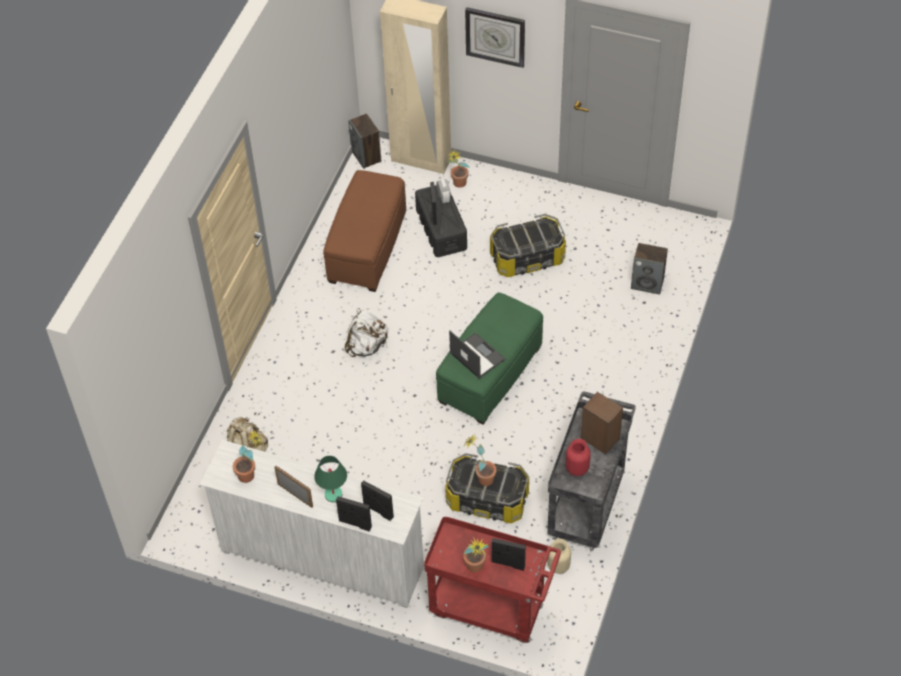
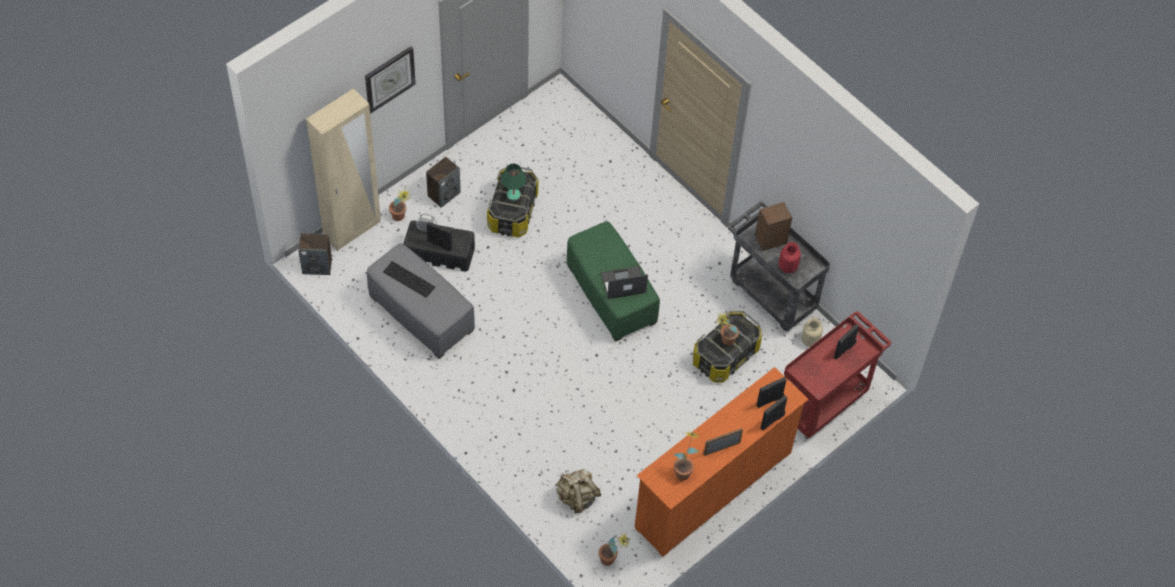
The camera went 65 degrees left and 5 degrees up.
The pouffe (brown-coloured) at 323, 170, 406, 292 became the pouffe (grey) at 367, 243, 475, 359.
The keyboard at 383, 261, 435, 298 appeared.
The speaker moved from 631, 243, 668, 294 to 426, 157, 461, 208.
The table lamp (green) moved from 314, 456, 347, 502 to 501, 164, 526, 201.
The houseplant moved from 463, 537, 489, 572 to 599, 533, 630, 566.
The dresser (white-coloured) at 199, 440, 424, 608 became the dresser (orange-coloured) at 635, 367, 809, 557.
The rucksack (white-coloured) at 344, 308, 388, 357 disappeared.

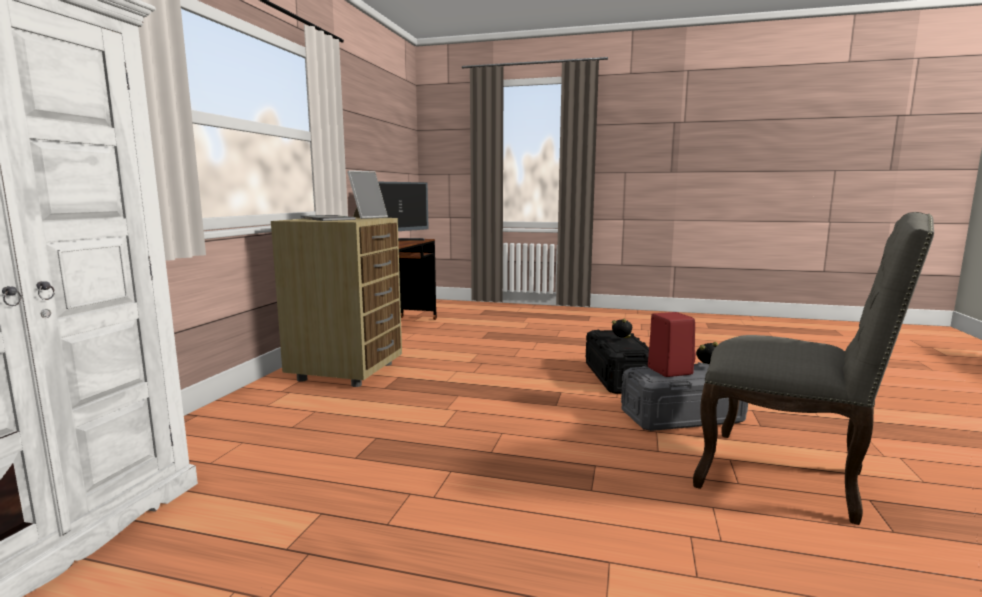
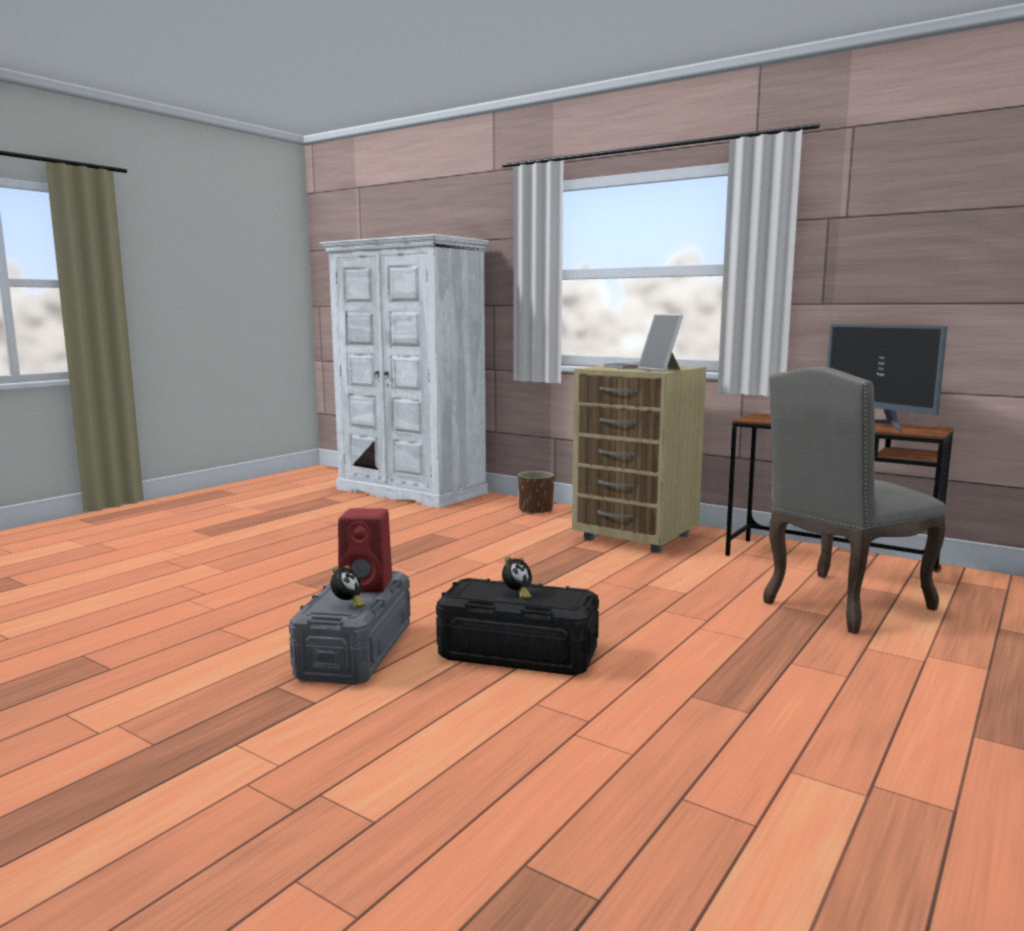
The camera went 110 degrees right and 0 degrees up.
The flower pot (brown-coloured) at 518, 471, 554, 515 appeared.
The plain chair (grey) moved from 693, 212, 934, 525 to 763, 366, 946, 634.

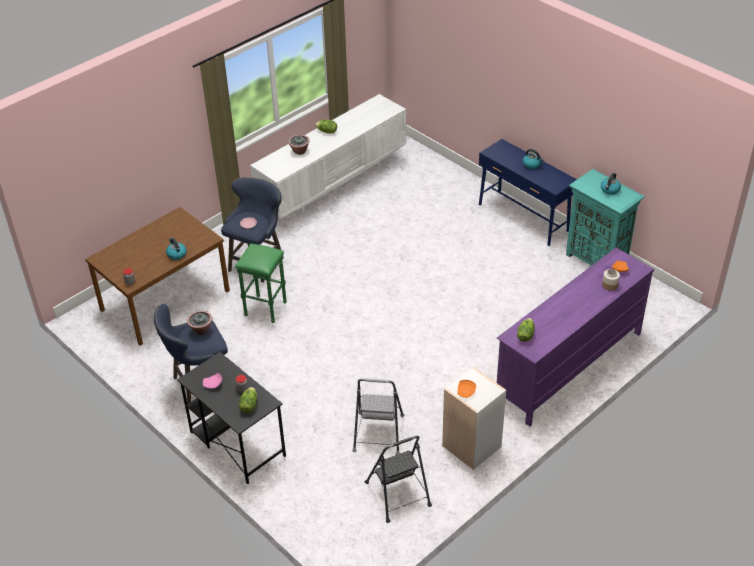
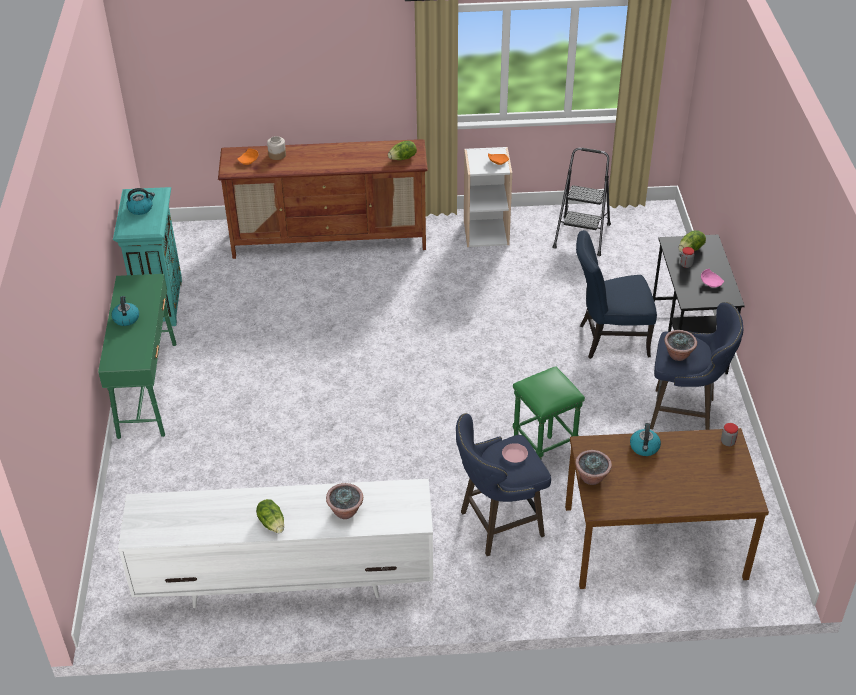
The camera went 140 degrees left and 0 degrees up.
The console table (blue) at 479, 139, 577, 246 became the console table (green) at 98, 274, 177, 439.
The dresser (purplish) at 497, 248, 654, 426 became the dresser (brown-coloured) at 218, 139, 428, 259.
The houseplant at 575, 450, 612, 485 appeared.
The plain chair (blue) at 576, 230, 657, 359 appeared.
The step ladder (grey) at 352, 379, 404, 455 disappeared.

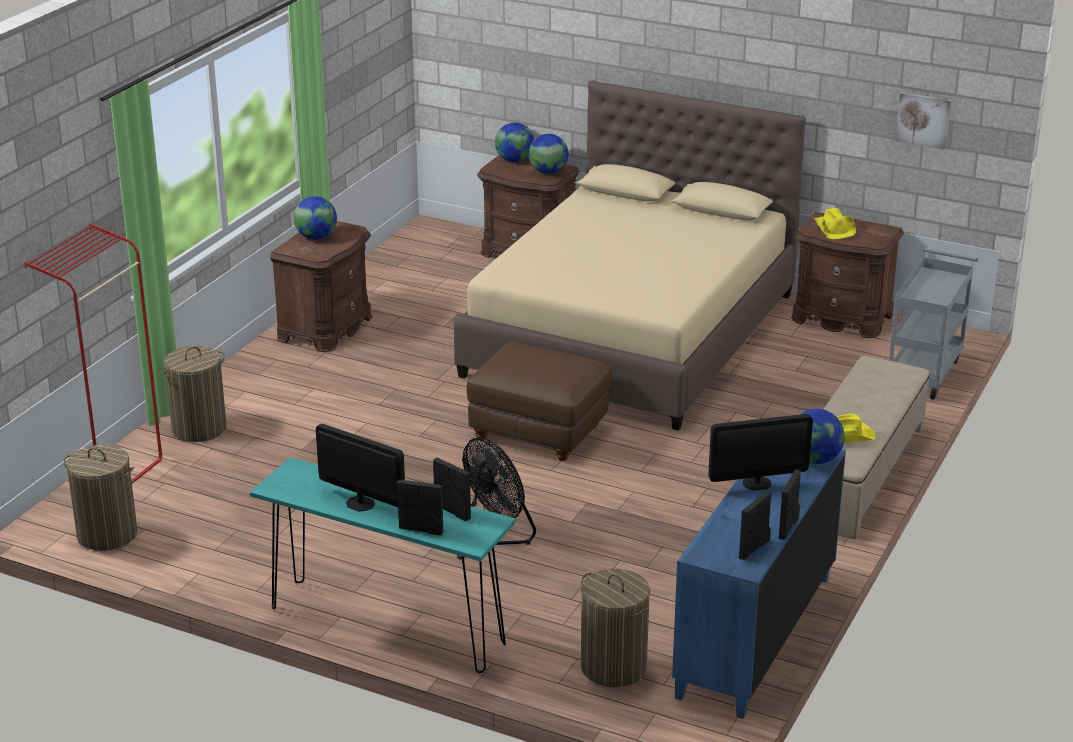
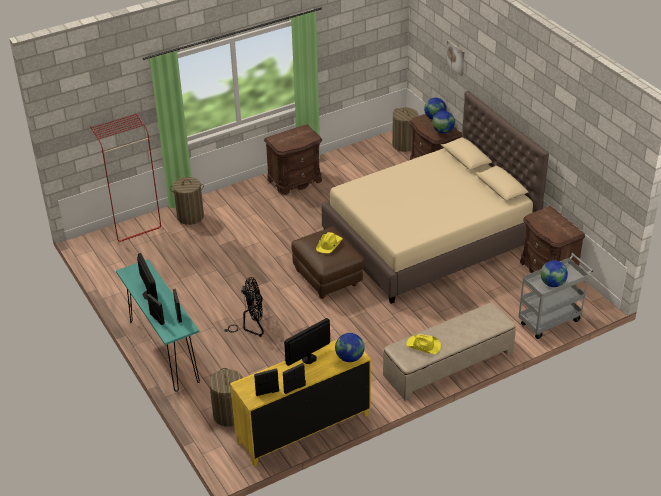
The camera went 35 degrees right and 10 degrees up.
The dresser (blue) at 672, 449, 846, 719 became the dresser (yellow) at 230, 340, 371, 466.
The computer display at 709, 414, 813, 491 turned 120 degrees clockwise.
The wearable hat (yellow) moved from 814, 208, 856, 239 to 316, 232, 342, 253.
The laundry basket moved from 63, 445, 137, 551 to 392, 107, 418, 152.
The wall art moved from 895, 92, 951, 149 to 446, 40, 465, 76.
The desk globe moved from 294, 196, 337, 240 to 540, 260, 568, 287.

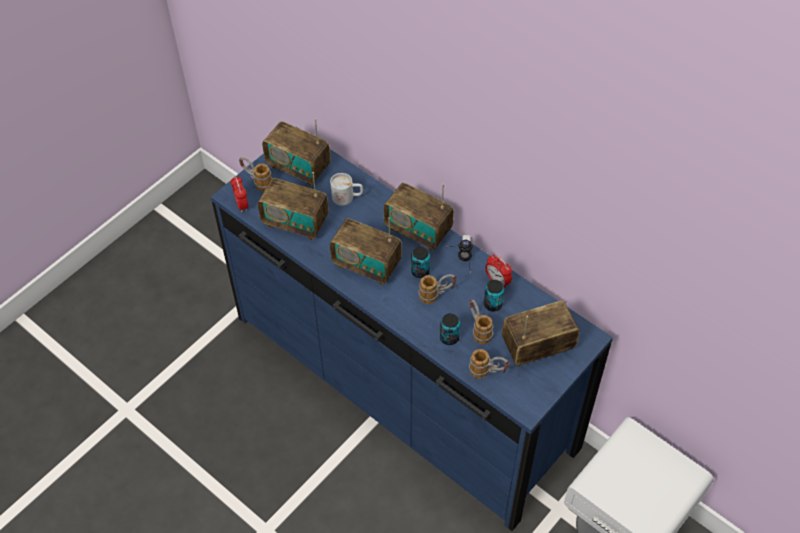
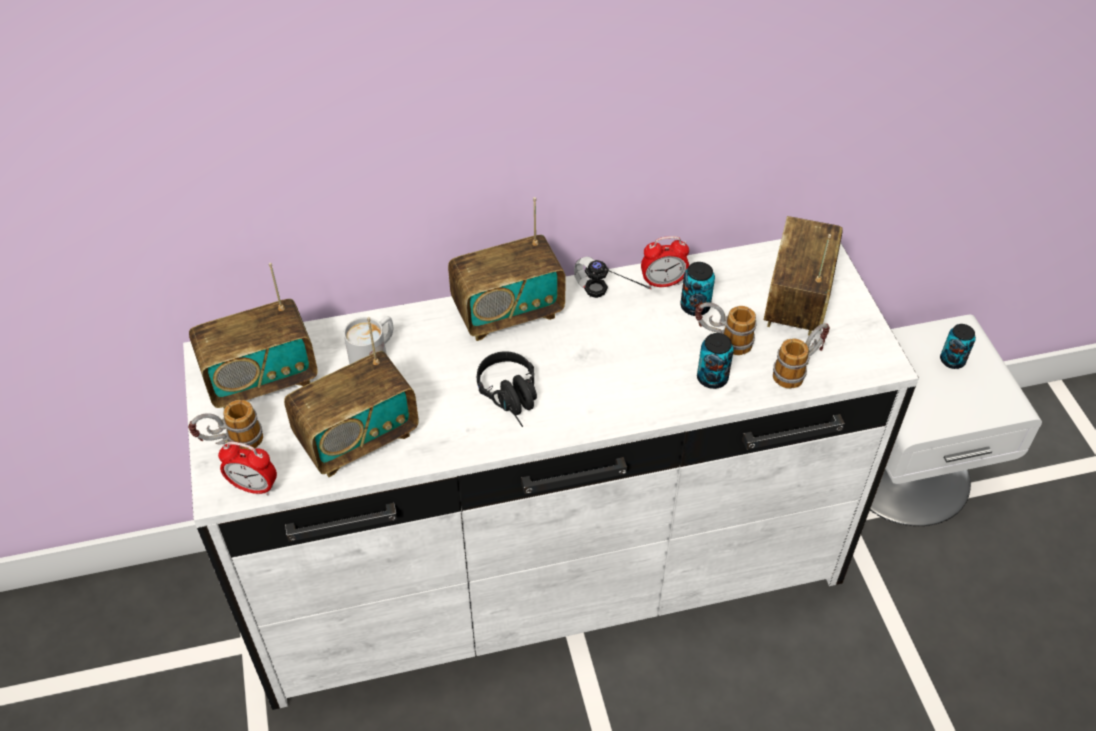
The camera went 55 degrees left and 5 degrees down.
The dresser (blue) at 211, 127, 613, 531 became the dresser (white-coloured) at 183, 239, 919, 710.
The radio receiver at 330, 217, 402, 285 was replaced by the headphones (black) at 477, 351, 537, 427.
The sealed can moved from 411, 247, 430, 278 to 940, 324, 976, 369.
The tea mug at 419, 274, 456, 304 disappeared.

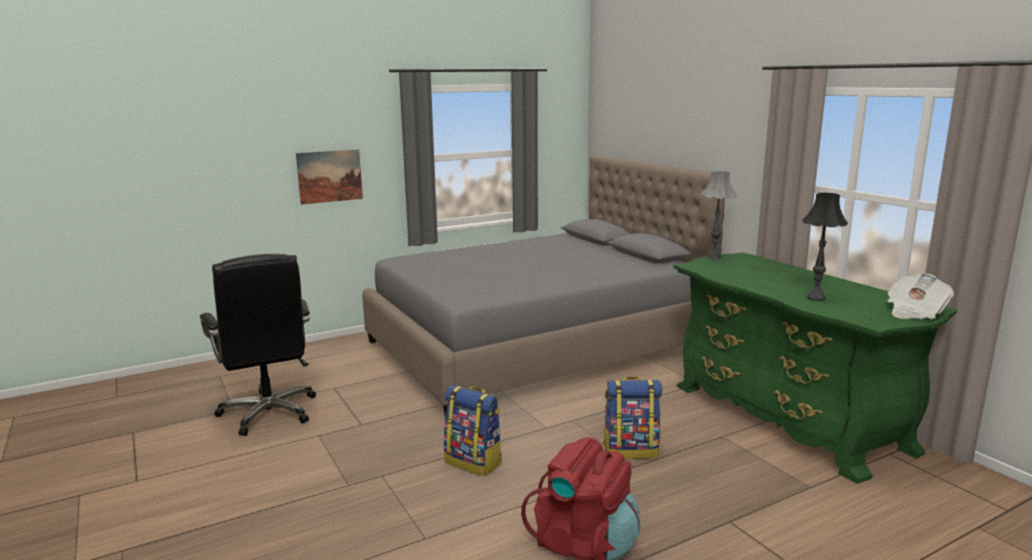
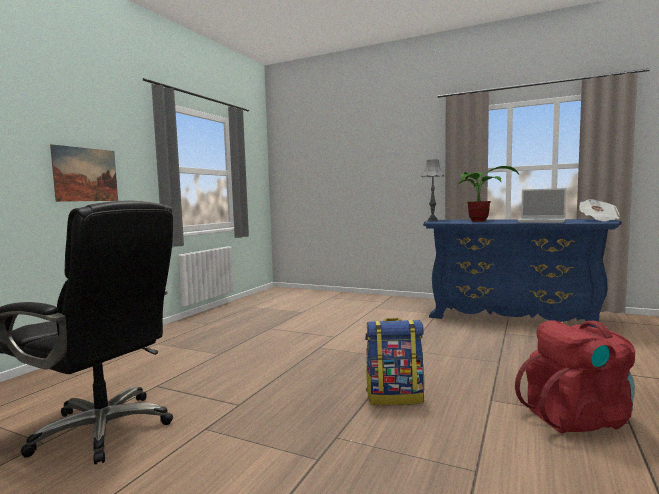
The camera went 35 degrees left and 10 degrees down.
The dresser (green) at 673, 252, 957, 484 became the dresser (blue) at 423, 219, 622, 328.
The houseplant at 457, 166, 519, 222 appeared.
The table lamp (black) at 802, 193, 848, 301 was replaced by the notebook computer at 518, 188, 566, 223.
The bedroom bed (grey) at 363, 155, 725, 416 disappeared.
The rucksack at 603, 377, 662, 459 disappeared.

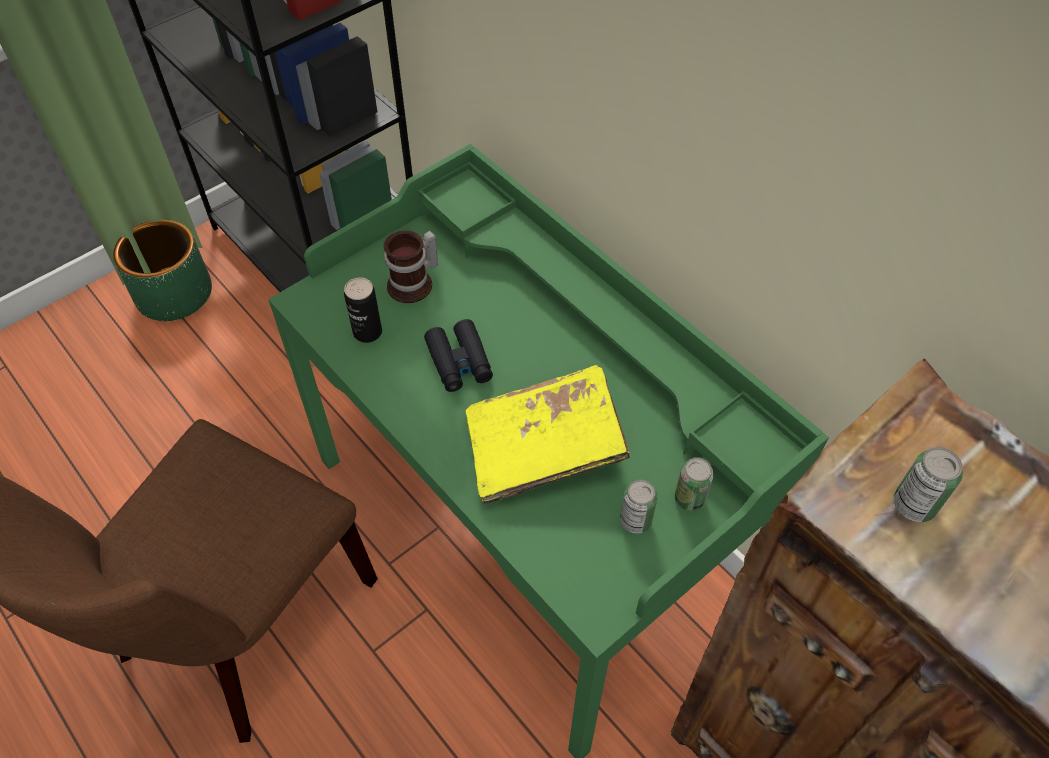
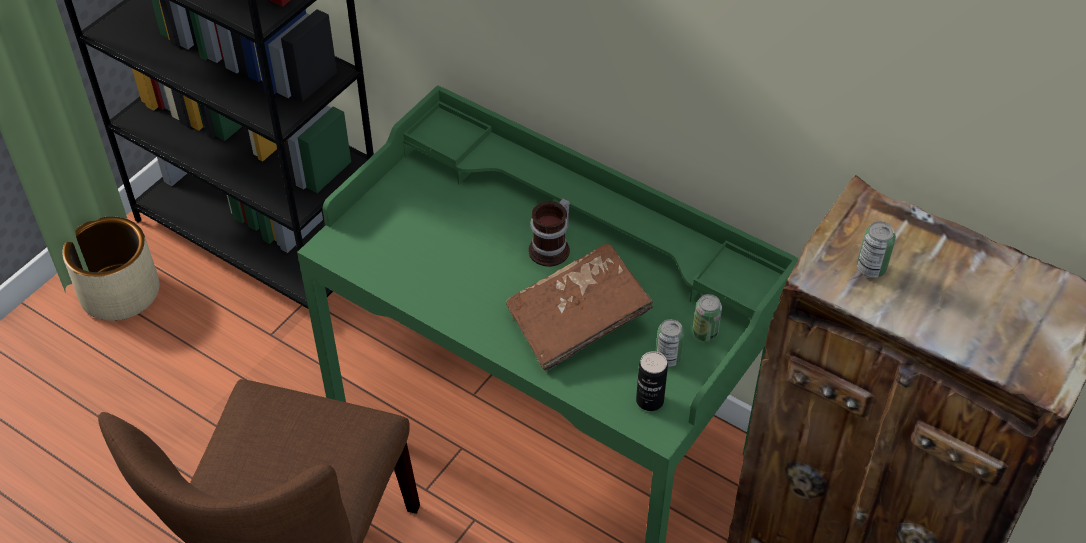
The camera went 15 degrees left and 5 degrees down.
The flower pot (green) at 113, 219, 212, 321 became the flower pot (sand-coloured) at 62, 216, 159, 321.
The volume (yellow) at 466, 365, 630, 505 became the volume (brown-coloured) at 506, 244, 654, 372.
The tea mug moved from 384, 230, 438, 303 to 528, 198, 570, 267.
The sealed can moved from 344, 277, 382, 343 to 636, 351, 668, 411.
The pair of binoculars (black) at 424, 319, 493, 392 disappeared.

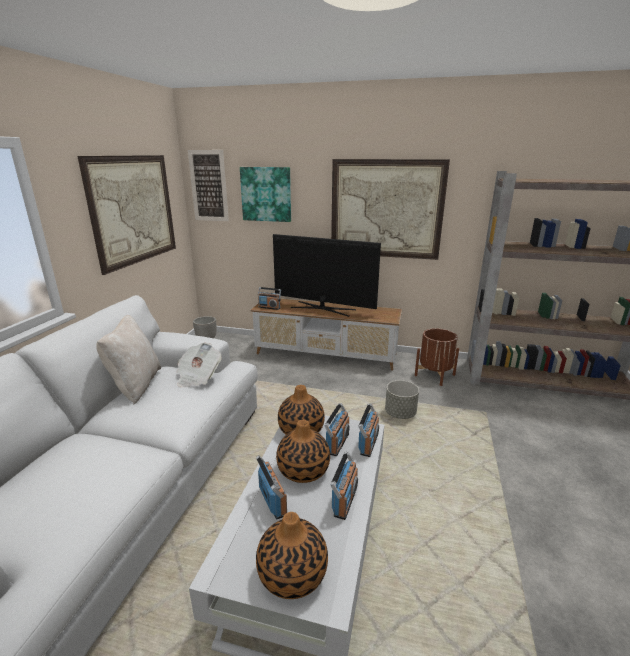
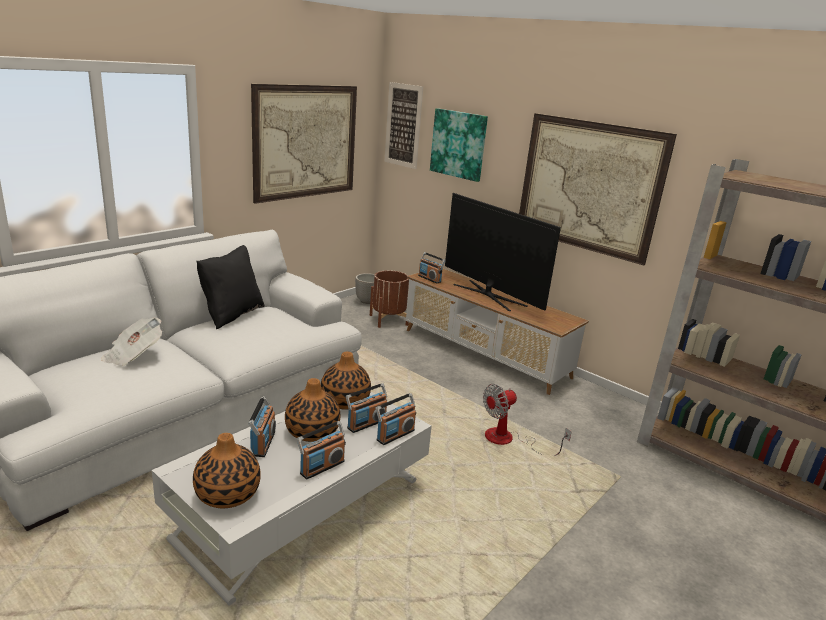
The camera went 25 degrees right and 0 degrees up.
The newspaper moved from 176, 343, 222, 387 to 101, 318, 162, 366.
The throw pillow (sand-coloured) at 96, 315, 161, 405 became the throw pillow (black) at 196, 245, 265, 329.
The flower pot (brown-coloured) moved from 415, 328, 459, 386 to 370, 270, 409, 328.
The flower pot (grey) at 385, 380, 419, 419 was replaced by the cooling fan at 483, 384, 571, 455.

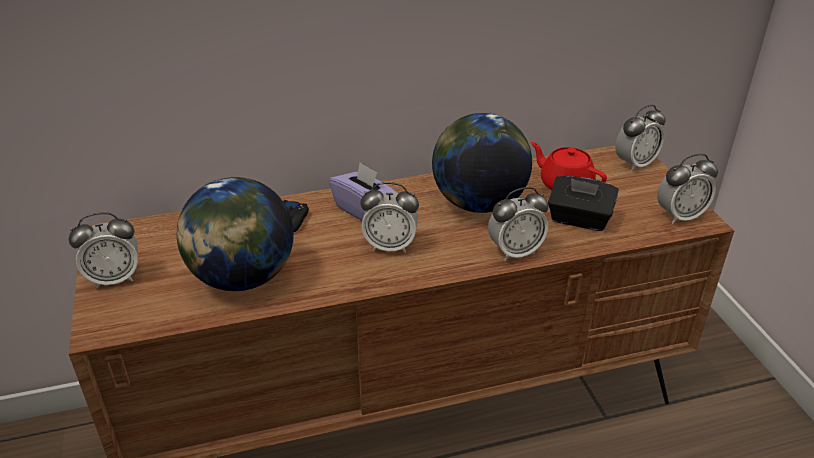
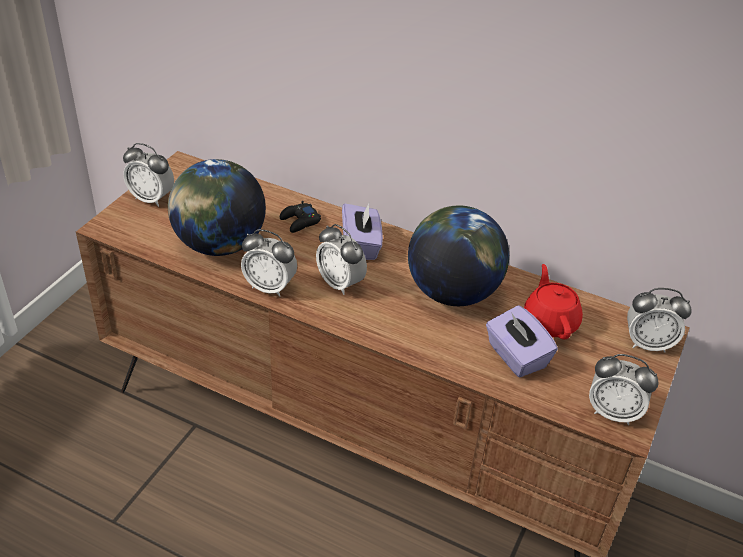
The camera went 40 degrees right and 5 degrees up.
The table clock moved from 488, 187, 549, 261 to 241, 229, 297, 297.
The tissue box (black) at 548, 176, 619, 231 became the tissue box (purplish) at 486, 305, 558, 377.

